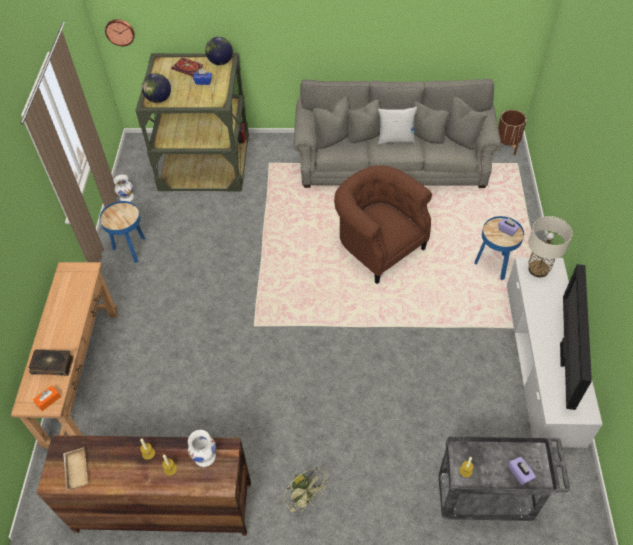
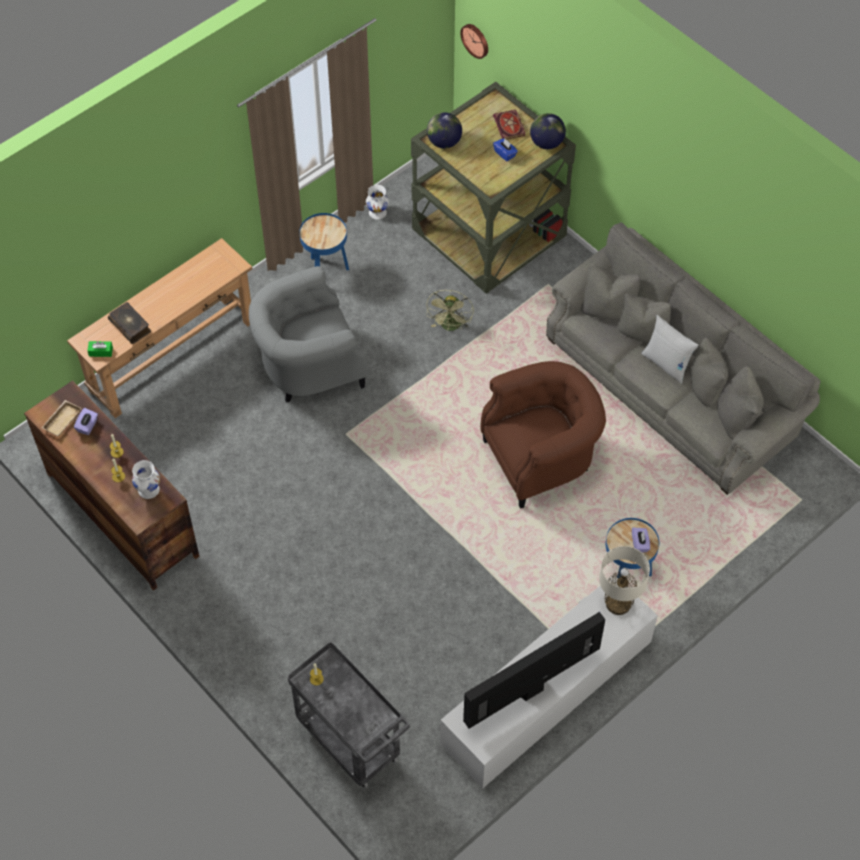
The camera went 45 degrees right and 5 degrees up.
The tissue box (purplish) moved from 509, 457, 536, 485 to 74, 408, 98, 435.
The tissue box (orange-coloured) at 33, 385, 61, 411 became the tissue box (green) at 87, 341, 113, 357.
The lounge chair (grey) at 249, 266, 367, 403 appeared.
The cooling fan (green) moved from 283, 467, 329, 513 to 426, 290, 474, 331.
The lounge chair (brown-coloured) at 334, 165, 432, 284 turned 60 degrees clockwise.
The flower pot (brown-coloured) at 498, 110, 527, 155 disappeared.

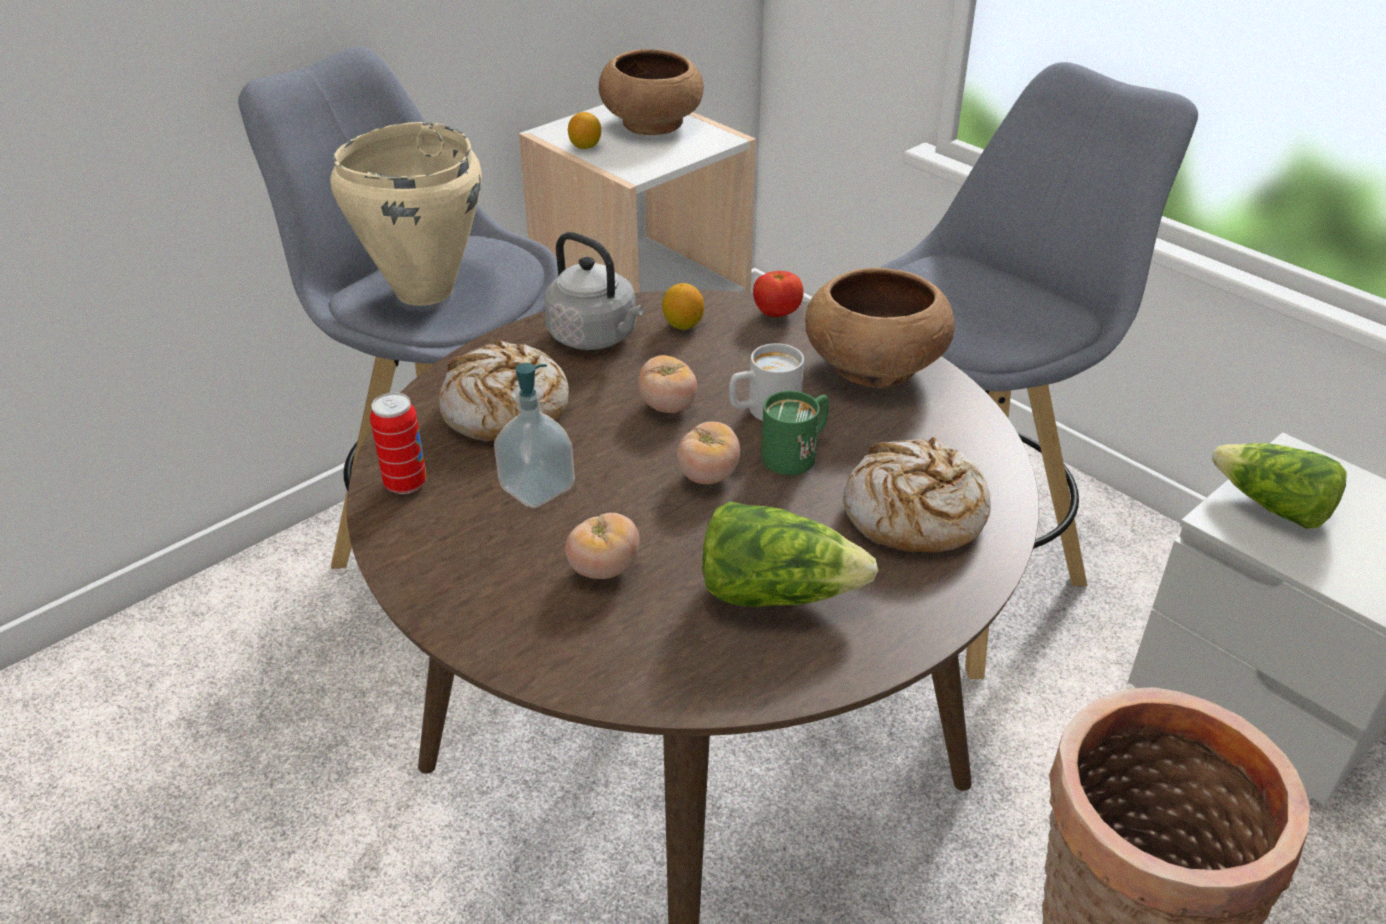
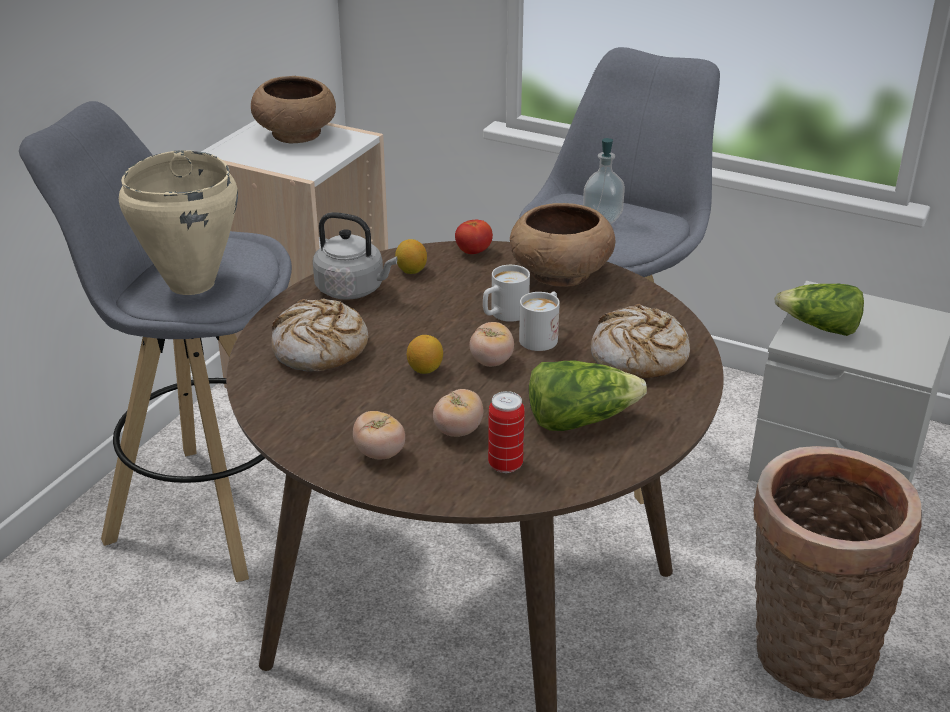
The camera went 20 degrees left and 5 degrees down.
The fresh tomato moved from 638, 355, 697, 413 to 353, 411, 405, 459.
The whole lemon moved from 568, 112, 601, 149 to 407, 335, 443, 374.
The sealed can moved from 370, 393, 427, 494 to 488, 391, 525, 473.
The tea mug (green) at 761, 391, 829, 475 became the tea mug (white-coloured) at 519, 291, 560, 351.
The soap dispenser moved from 494, 363, 575, 508 to 583, 138, 625, 224.

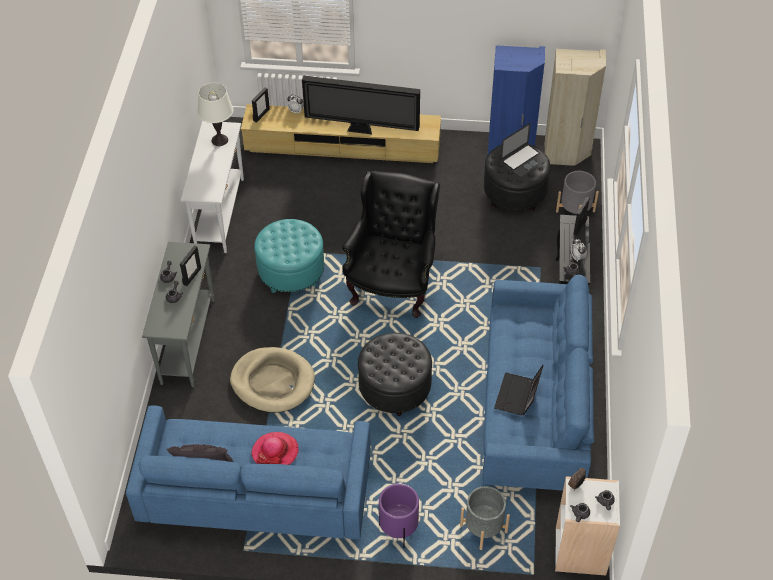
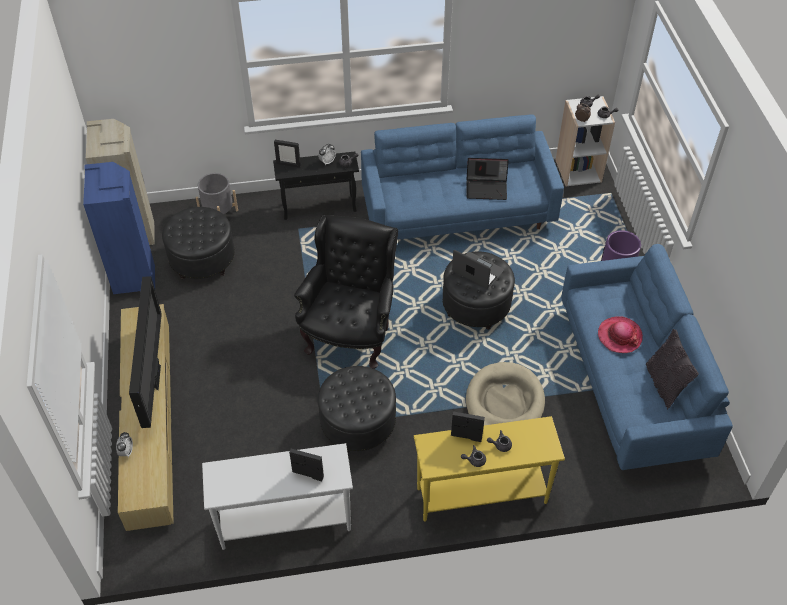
The camera went 105 degrees left and 0 degrees up.
The photo frame moved from 252, 87, 270, 123 to 289, 449, 324, 482.
The lounge chair (black) at 342, 171, 440, 318 turned 105 degrees clockwise.
The pouffe (blue-green) at 254, 219, 324, 293 became the pouffe (black) at 318, 366, 396, 452.
The console table (grey) at 142, 242, 215, 387 became the console table (yellow) at 414, 416, 565, 522.
The notebook computer moved from 500, 123, 548, 177 to 452, 250, 504, 289.
The table lamp (white-coloured) at 197, 83, 233, 146 disappeared.
The flower pot (grey) at 460, 486, 510, 550 disappeared.

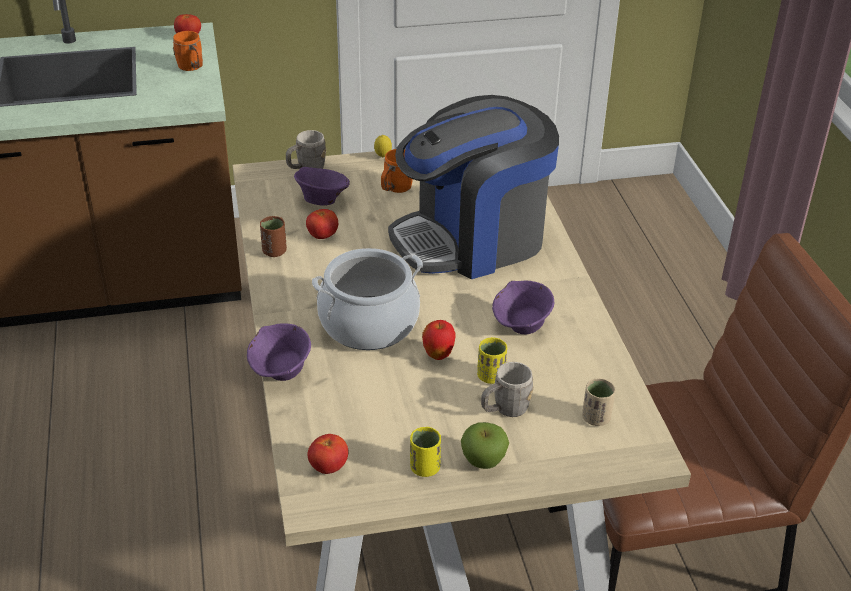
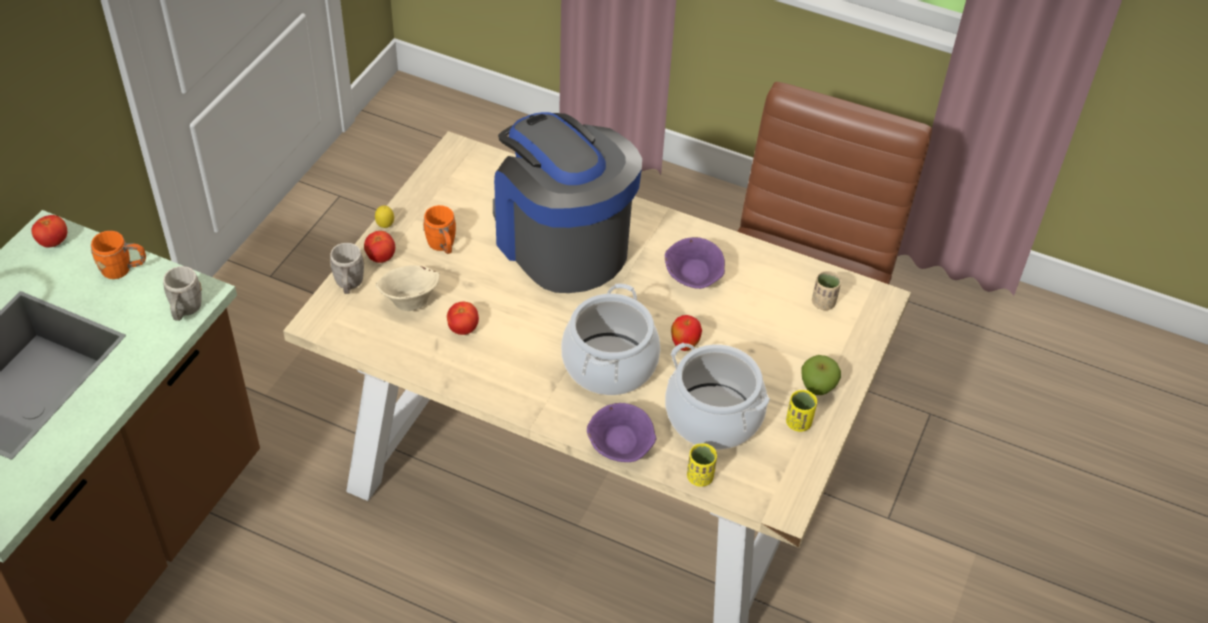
The camera went 55 degrees left and 10 degrees up.
The tea mug (grey) moved from 481, 362, 533, 417 to 163, 266, 202, 321.
The fresh tomato moved from 307, 434, 348, 474 to 364, 231, 395, 263.
The serving bowl (purplish) at 294, 167, 350, 206 became the serving bowl (sand-coloured) at 376, 265, 440, 311.
The coffee brewer at 388, 95, 559, 279 turned 135 degrees clockwise.
The saucepot at 665, 343, 770, 450 appeared.
The small cup (yellow) moved from 477, 337, 507, 384 to 687, 444, 717, 487.
The small cup (brown-coloured) at 260, 216, 287, 257 disappeared.

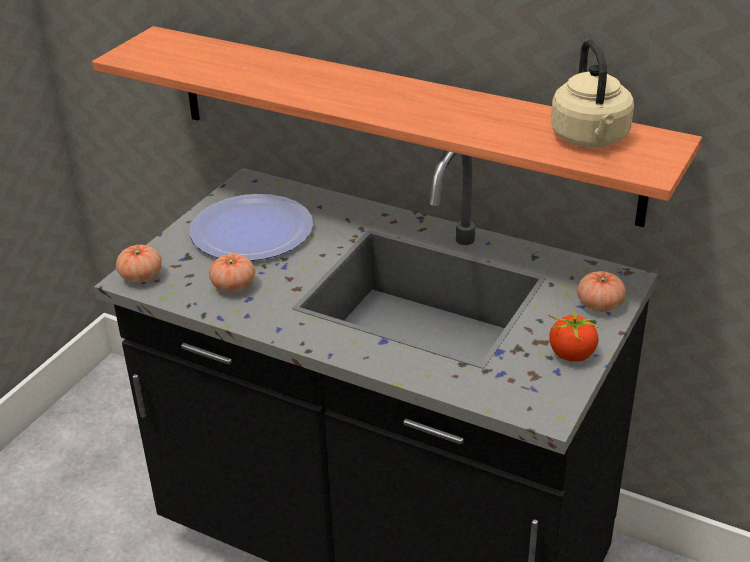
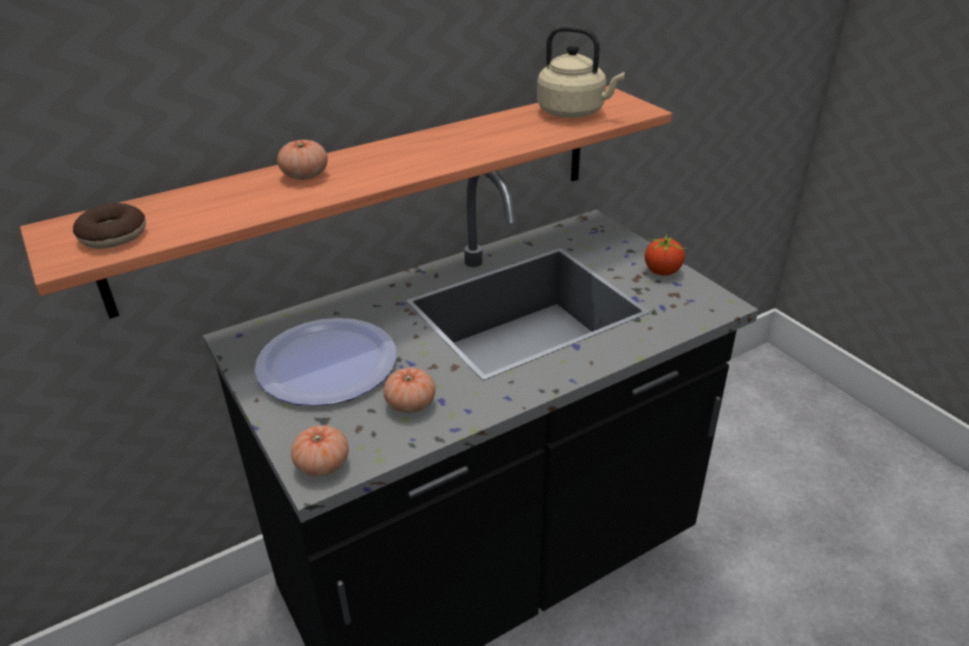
The camera went 60 degrees left and 0 degrees up.
The doughnut at 73, 203, 146, 249 appeared.
The fresh tomato moved from 577, 271, 626, 312 to 277, 140, 328, 180.

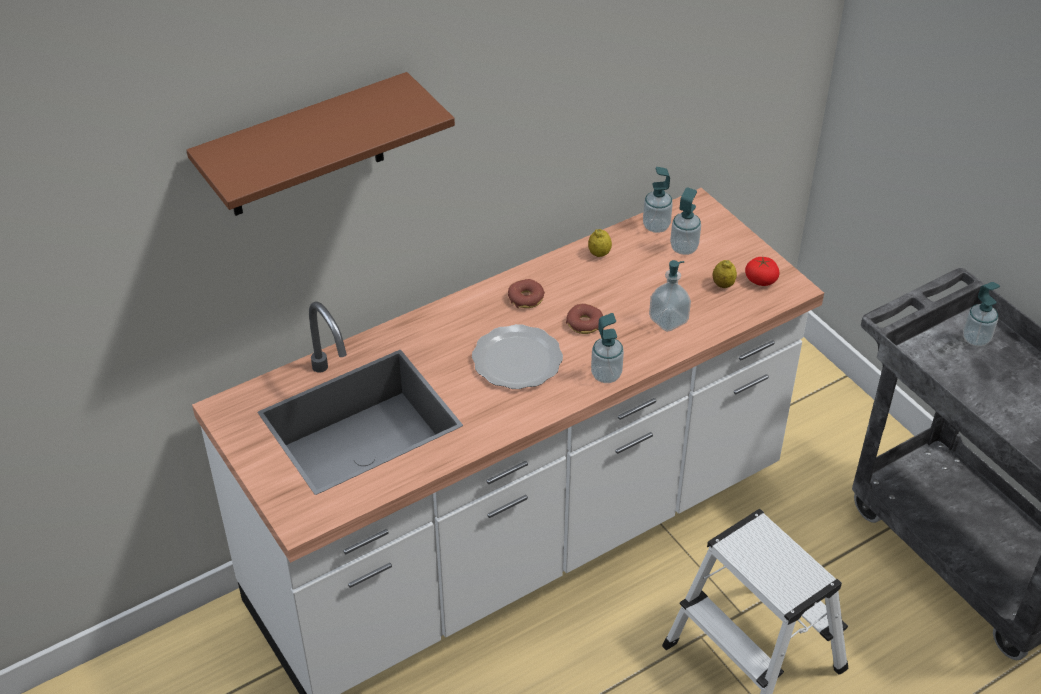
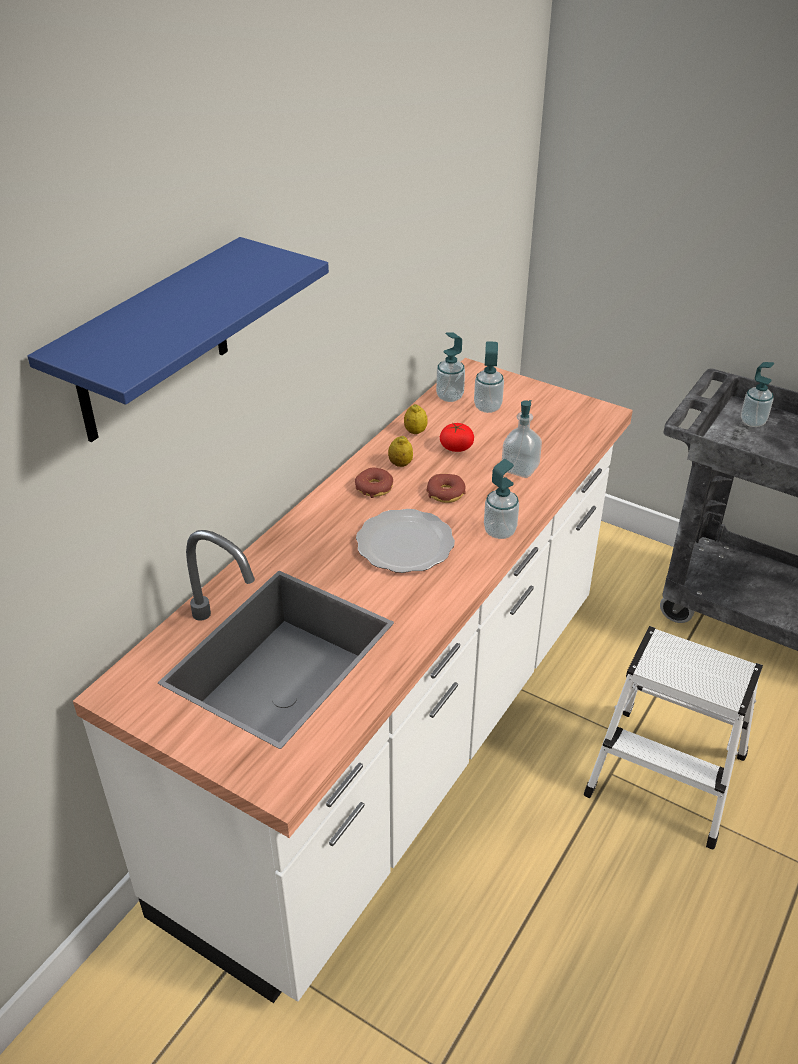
The camera went 25 degrees left and 5 degrees down.
The wall shelf (brown-coloured) at 186, 72, 455, 216 became the wall shelf (blue) at 27, 237, 329, 442.
The whole lemon moved from 712, 260, 737, 288 to 388, 436, 413, 467.
The fresh tomato moved from 745, 256, 780, 286 to 440, 422, 474, 452.

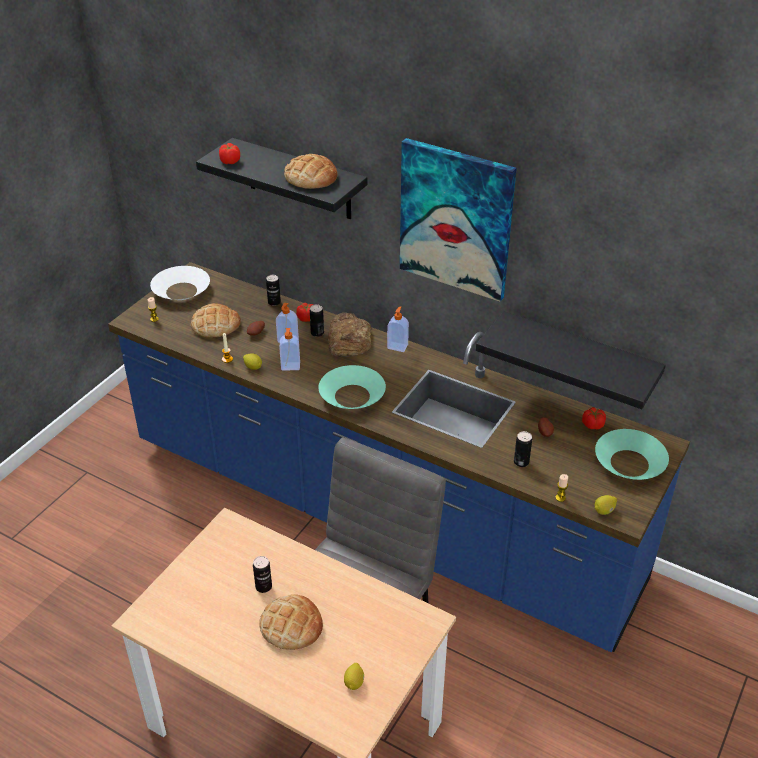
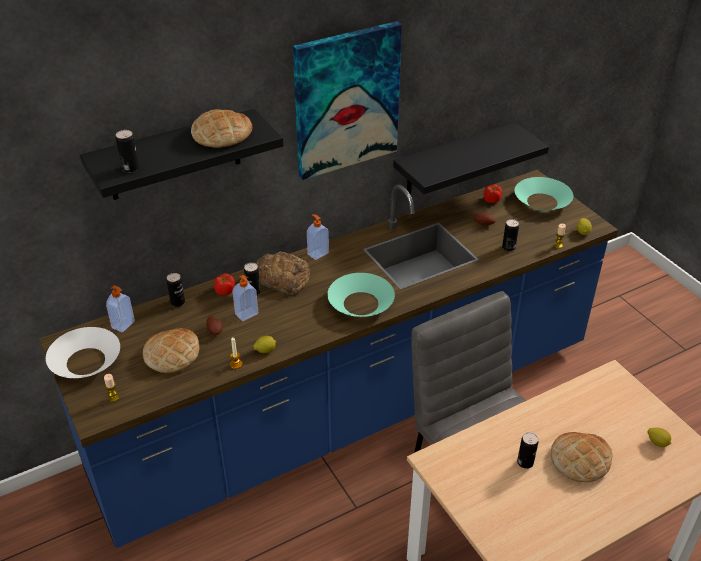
The camera went 60 degrees left and 0 degrees up.
The soap dispenser moved from 279, 328, 300, 370 to 106, 285, 135, 332.
The fresh tomato at 219, 143, 240, 164 was replaced by the sealed can at 116, 130, 139, 173.

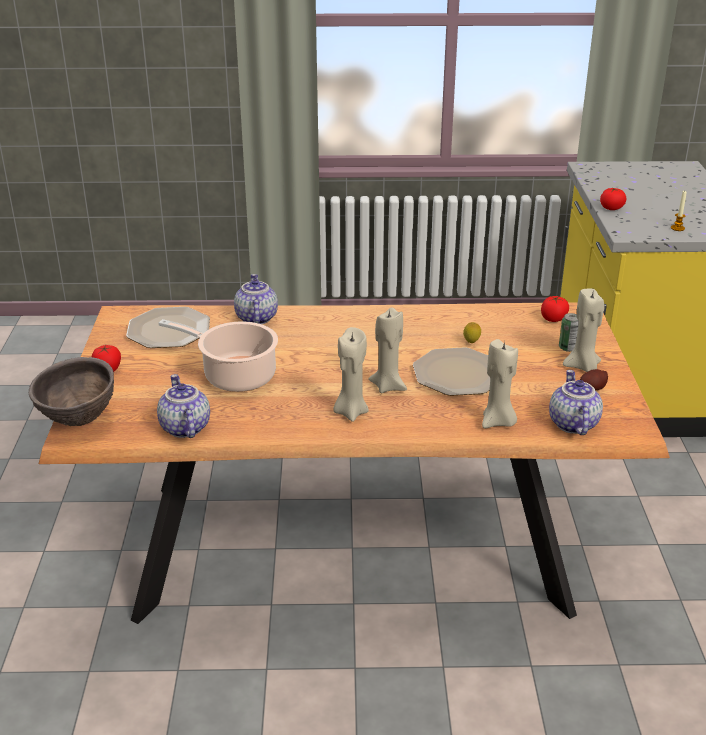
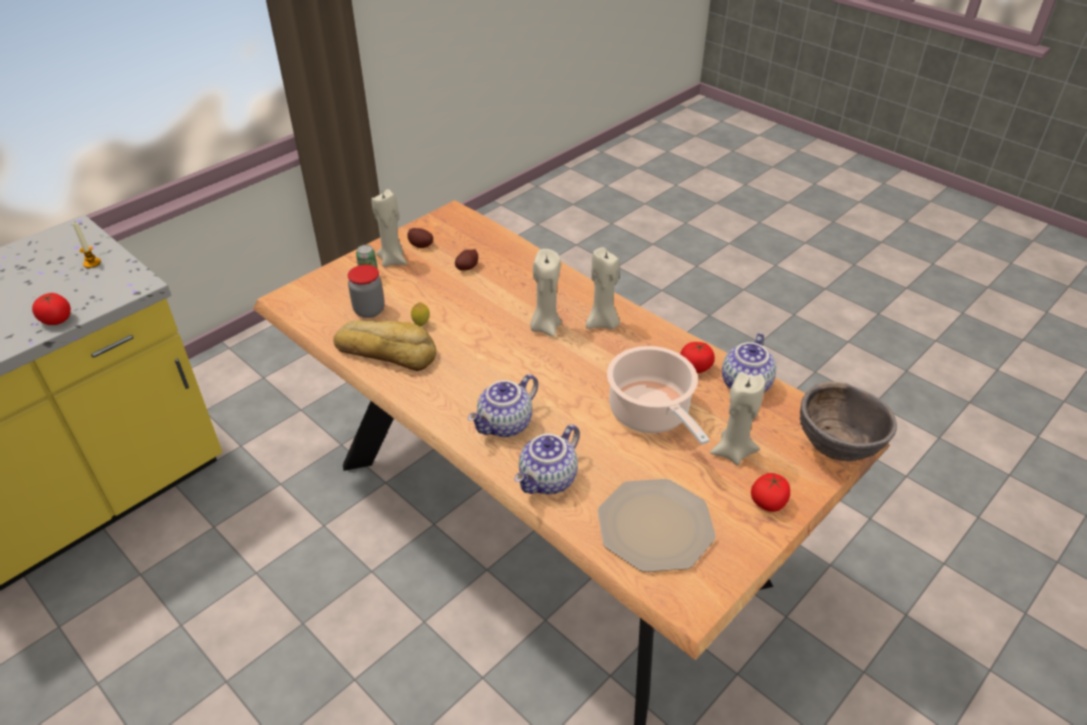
The camera went 135 degrees left and 10 degrees up.
The baked bread at 333, 320, 436, 371 appeared.
The preserve jar at 348, 265, 385, 318 appeared.
The spud at 455, 249, 478, 271 appeared.
The pot for tea moved from 549, 370, 603, 435 to 468, 374, 538, 437.
The fresh tomato moved from 541, 296, 569, 322 to 680, 342, 715, 373.
The candle (sand-coloured) moved from 482, 339, 518, 428 to 710, 372, 765, 465.
The flat dish at 413, 347, 490, 396 disappeared.

